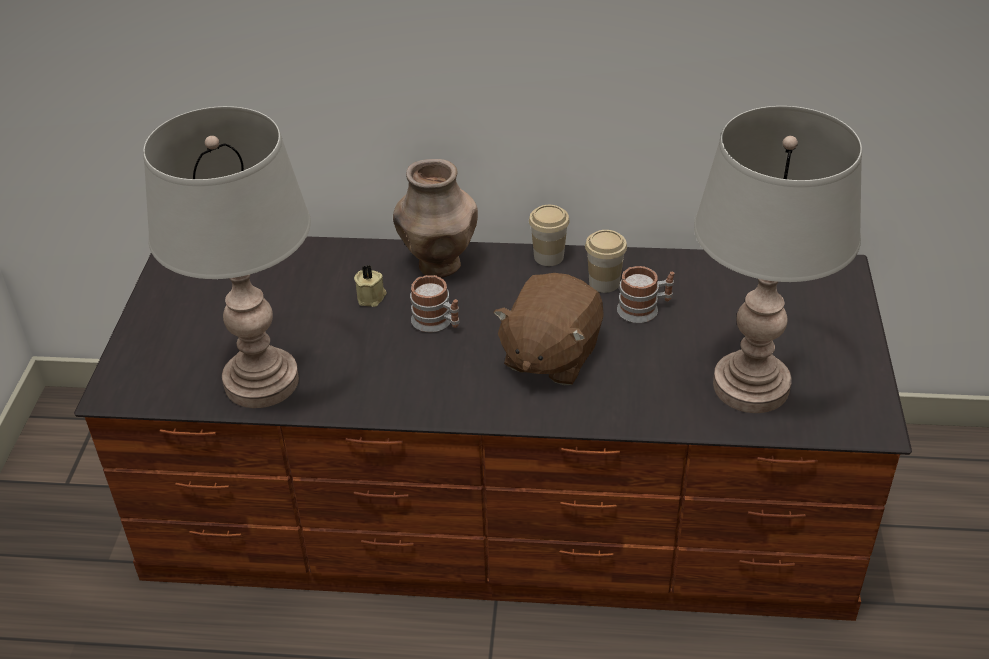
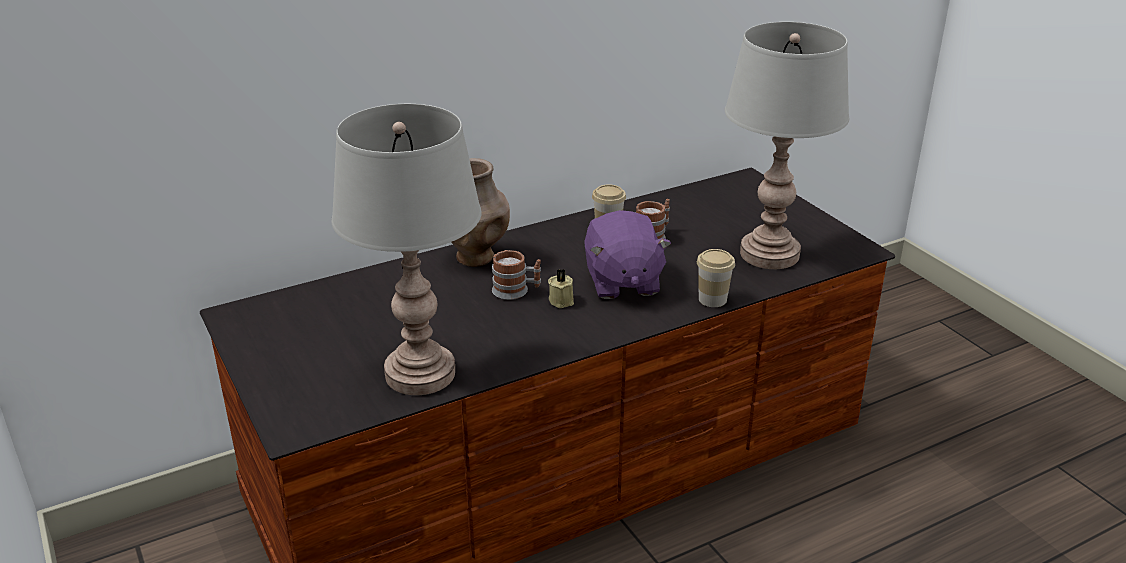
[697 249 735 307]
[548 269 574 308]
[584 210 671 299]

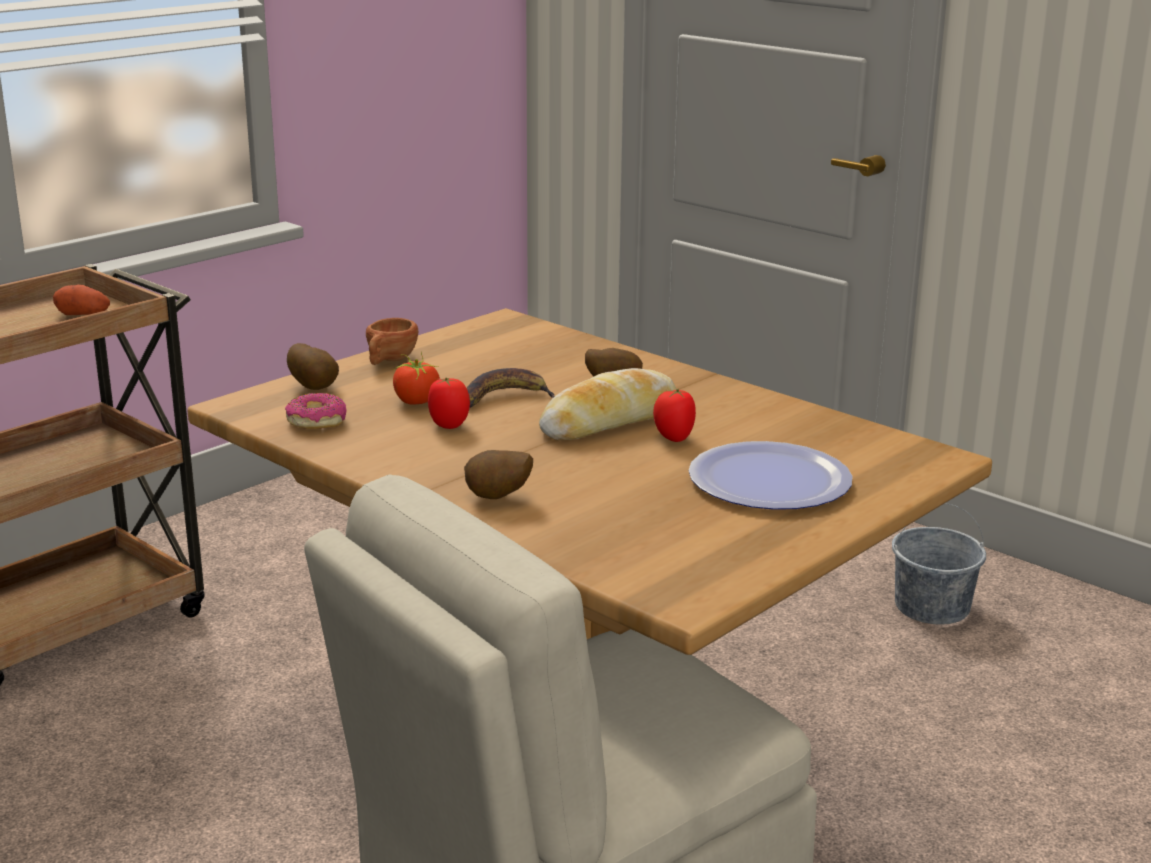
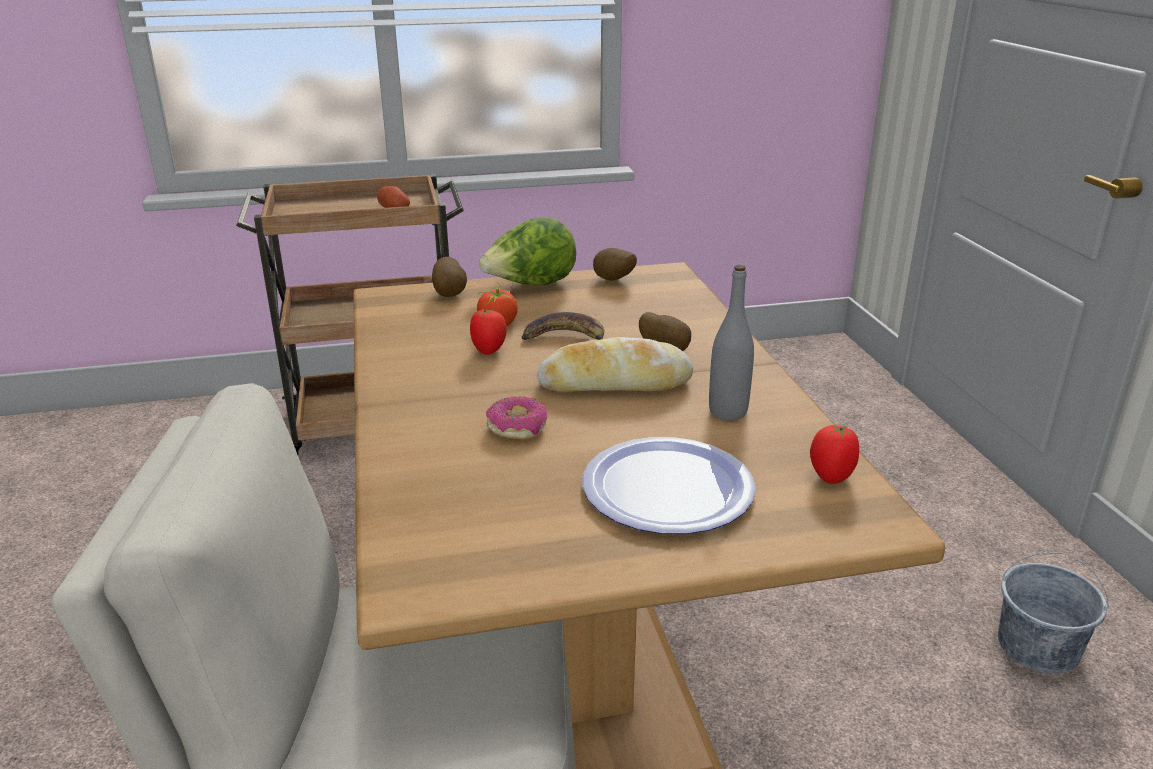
[479 218 576 286]
[810 425 859 484]
[486 396 547 440]
[593 248 637 281]
[709 265 754 420]

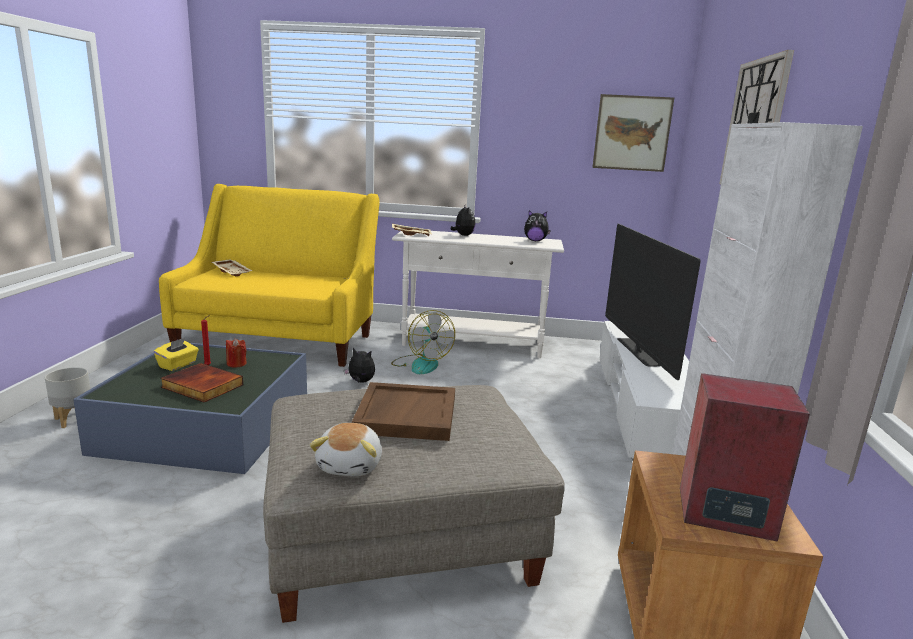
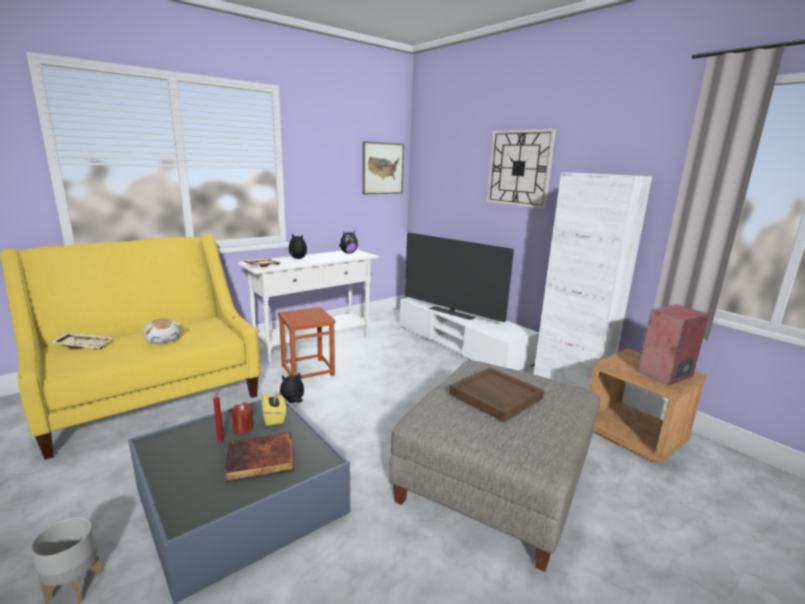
[278 307 335 379]
[261 390 286 426]
[143 318 181 344]

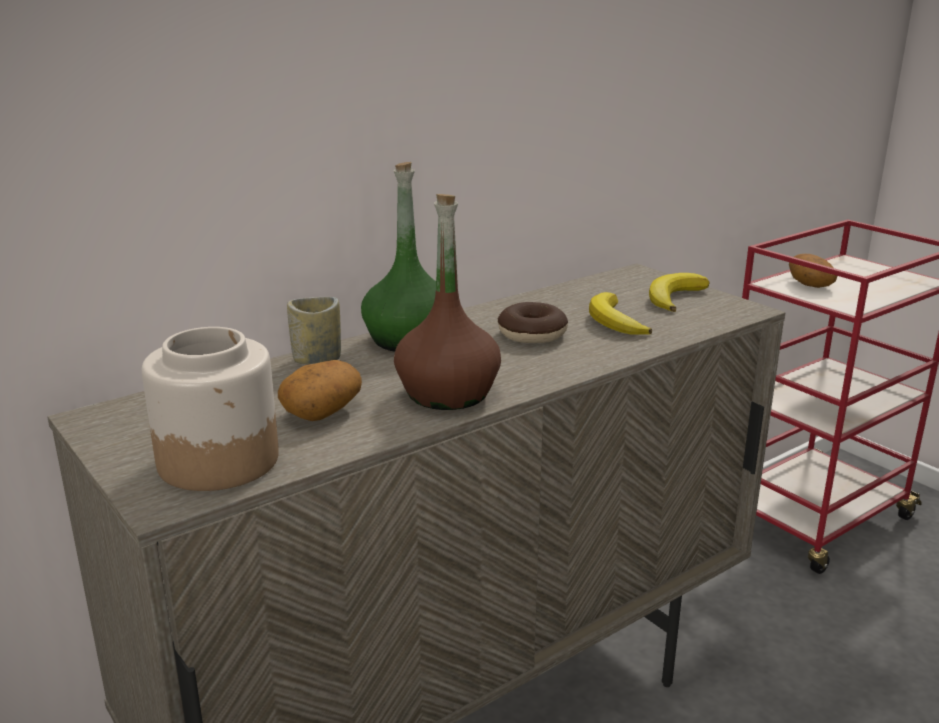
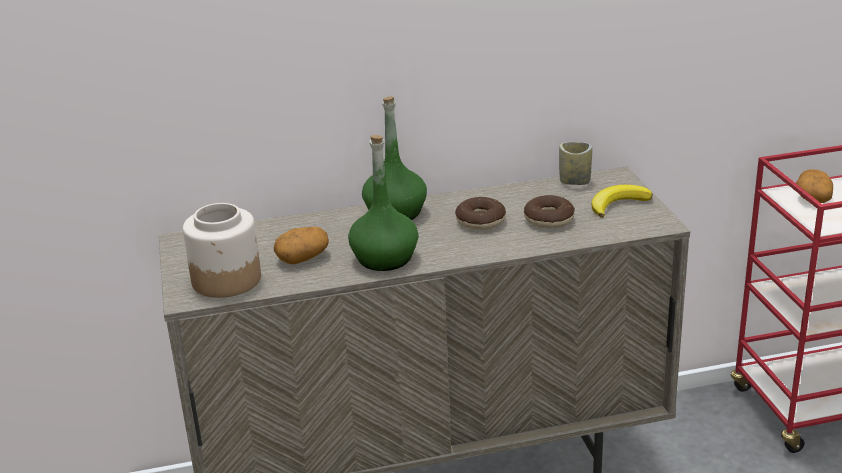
[348 135 419 271]
[524 195 575 228]
[559 142 592 185]

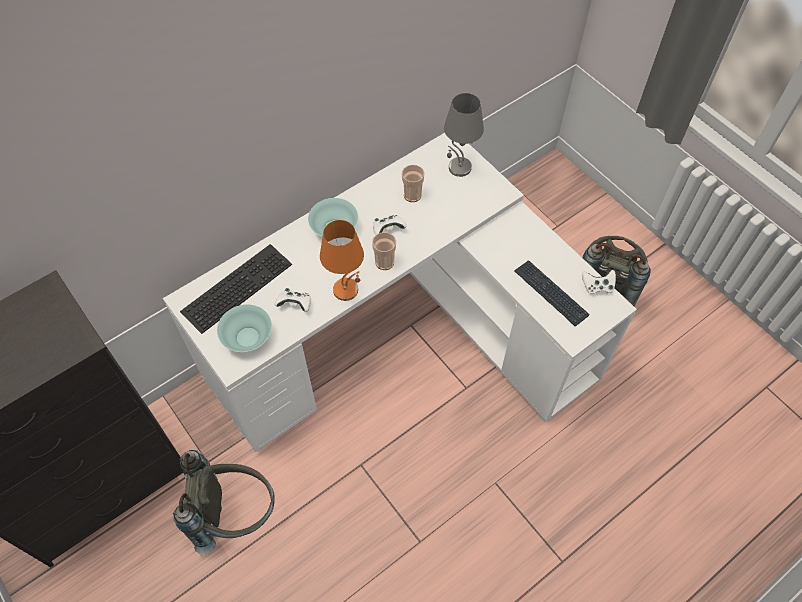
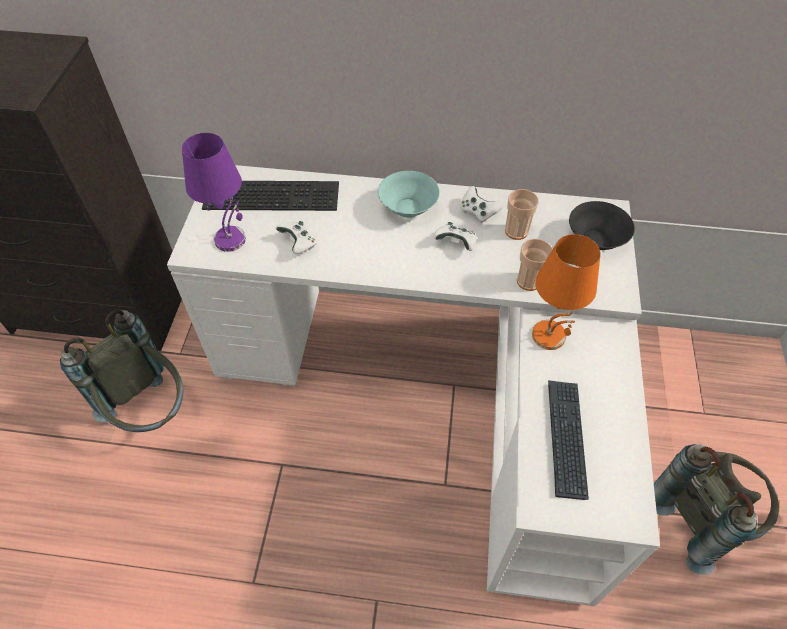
[569 201 635 250]
[532 234 601 350]
[517 239 553 291]
[460 186 503 223]
[182 133 246 252]

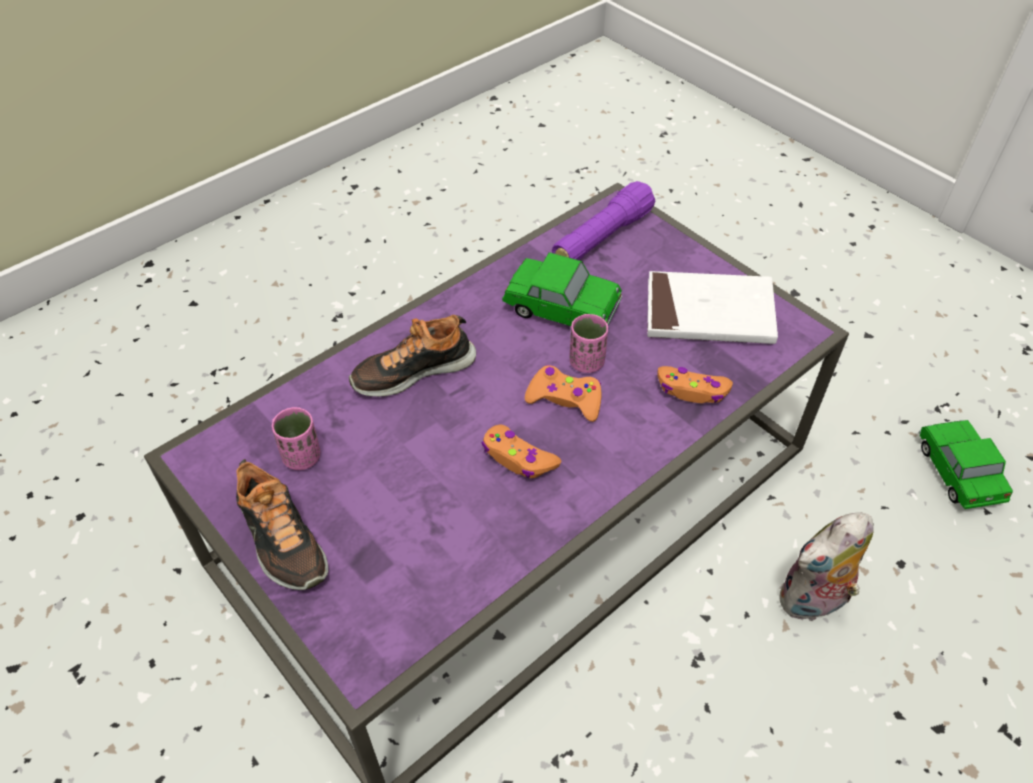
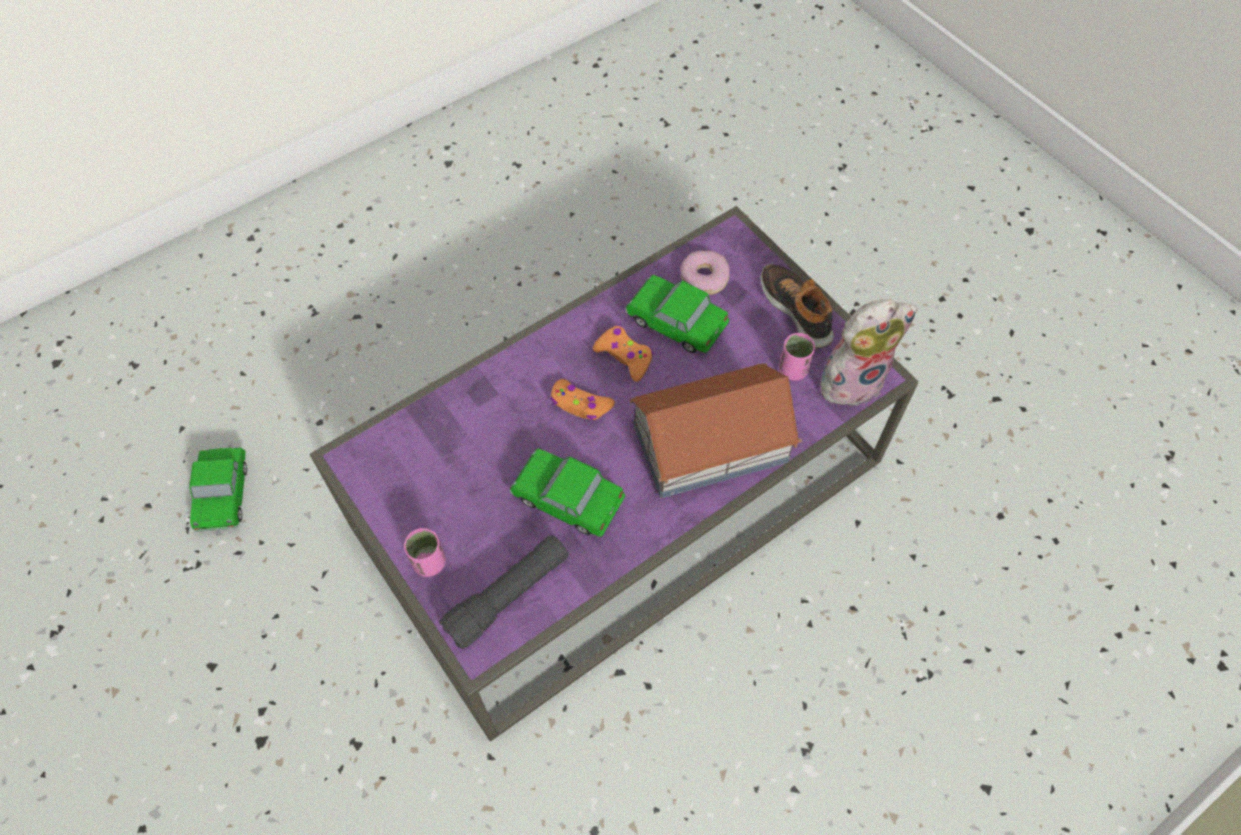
[439 535 568 649]
[647 271 778 344] (first image)
[404 528 446 577]
[630 363 802 498]
[657 366 733 403] (first image)
[821 299 918 406]
[680 251 730 295]
[625 275 729 353]

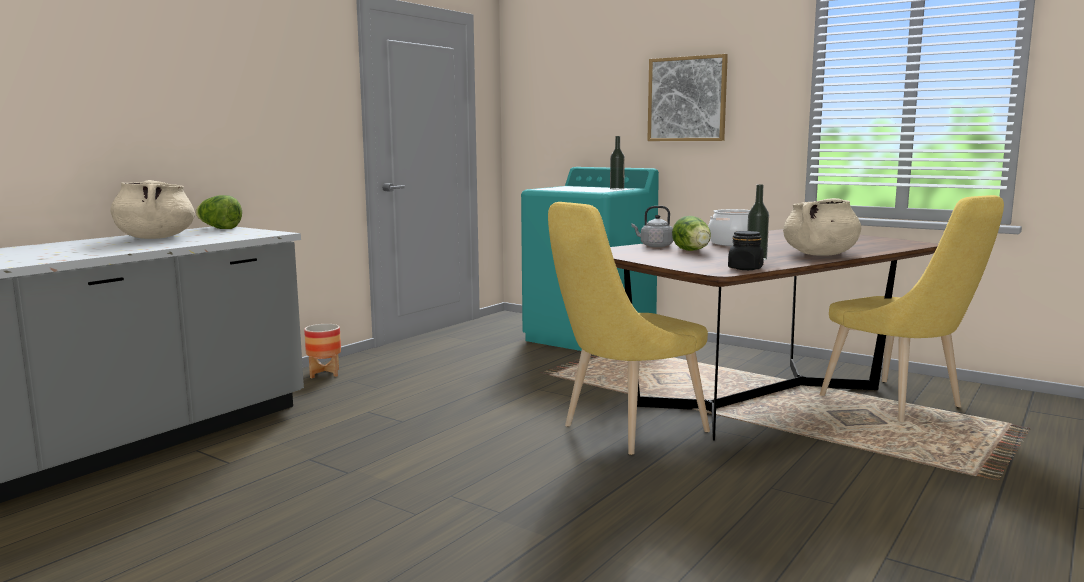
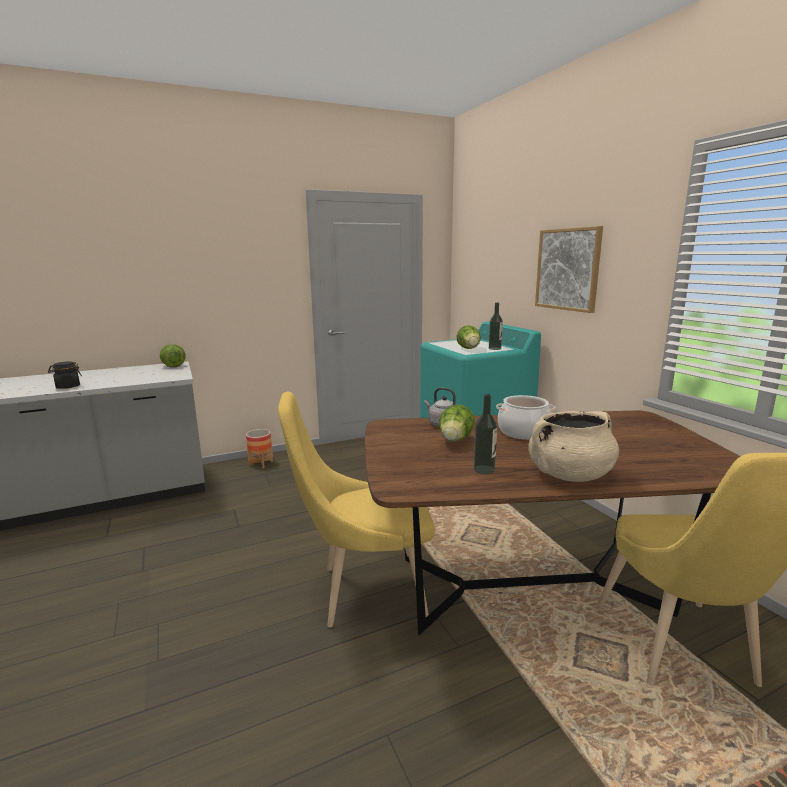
[110 180 195 239] (first image)
[48 361 82 389]
[457 325 481 349]

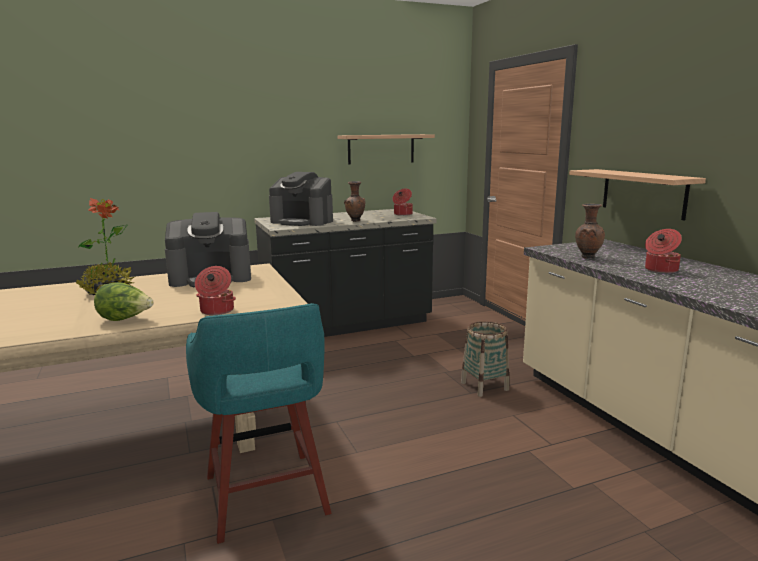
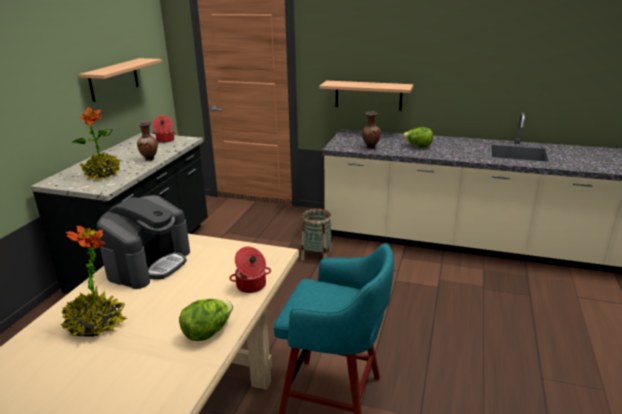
[72 107 121 181]
[403 127 433 147]

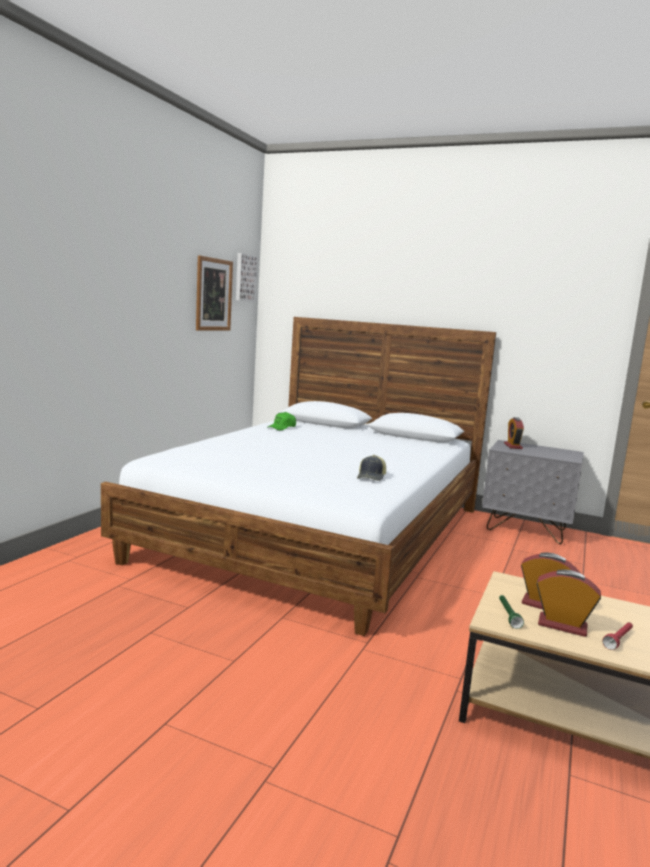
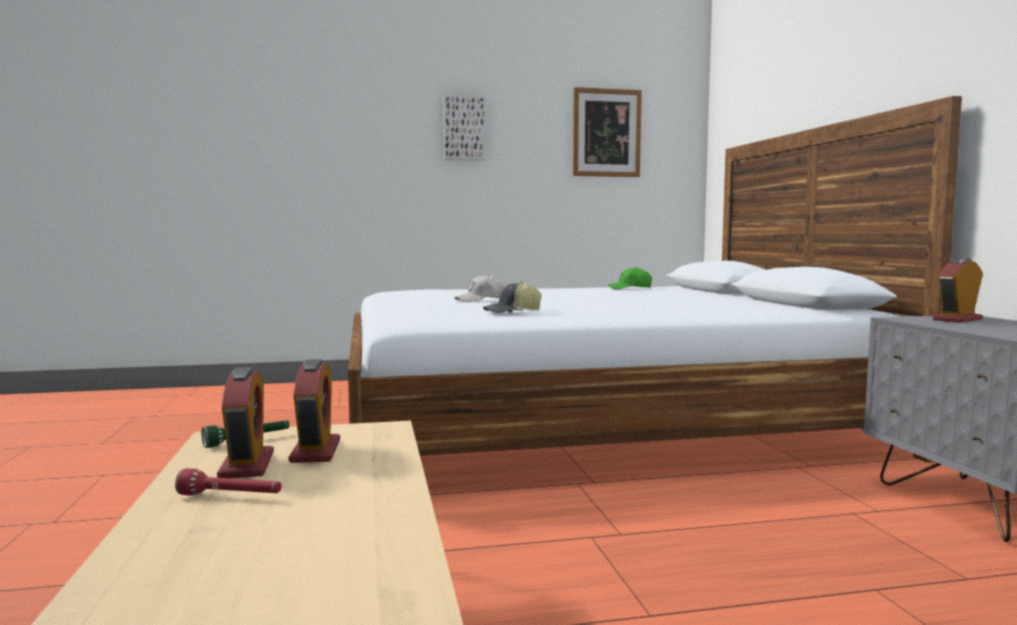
[443 95 485 160]
[455 274 506 302]

